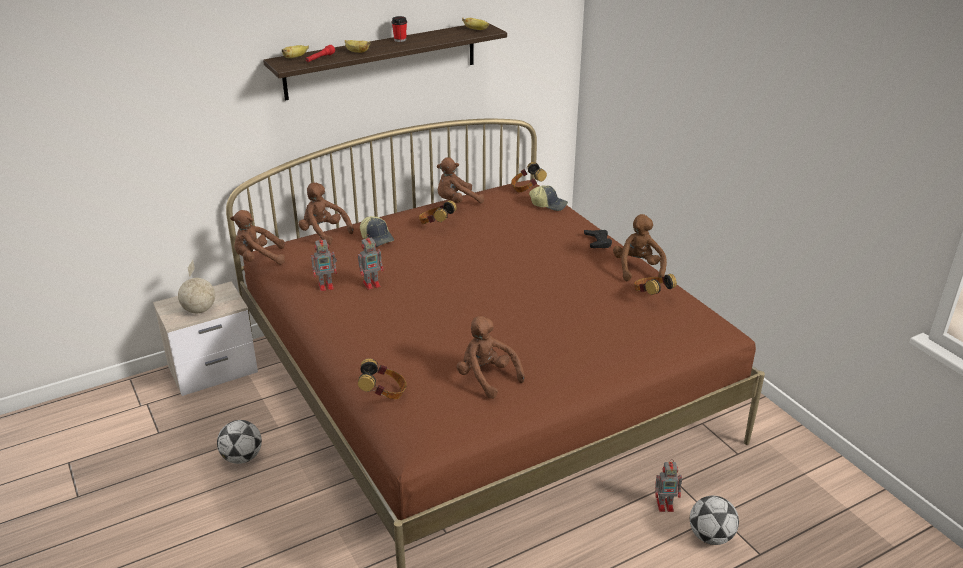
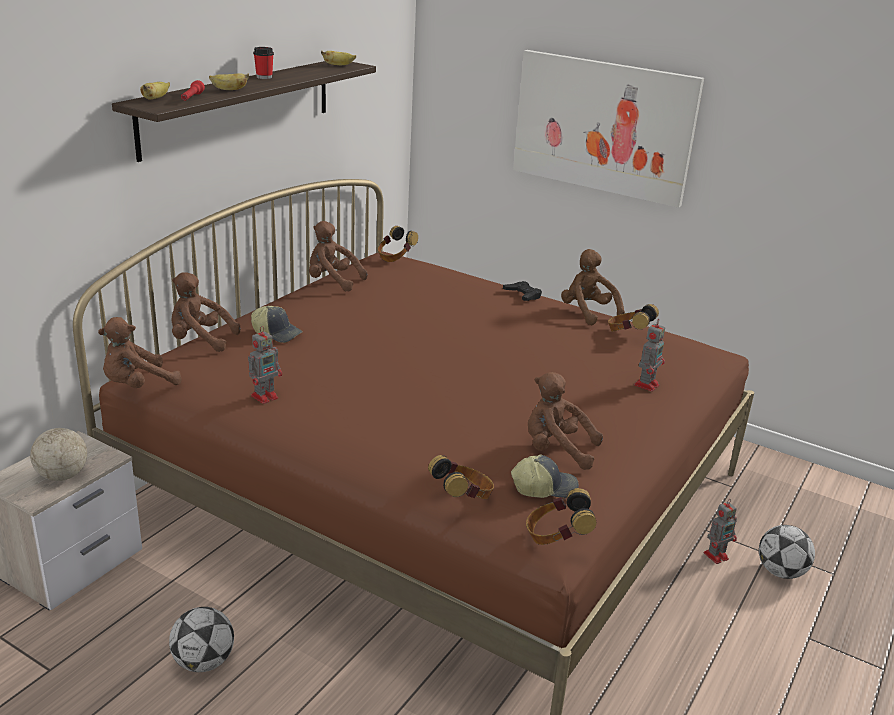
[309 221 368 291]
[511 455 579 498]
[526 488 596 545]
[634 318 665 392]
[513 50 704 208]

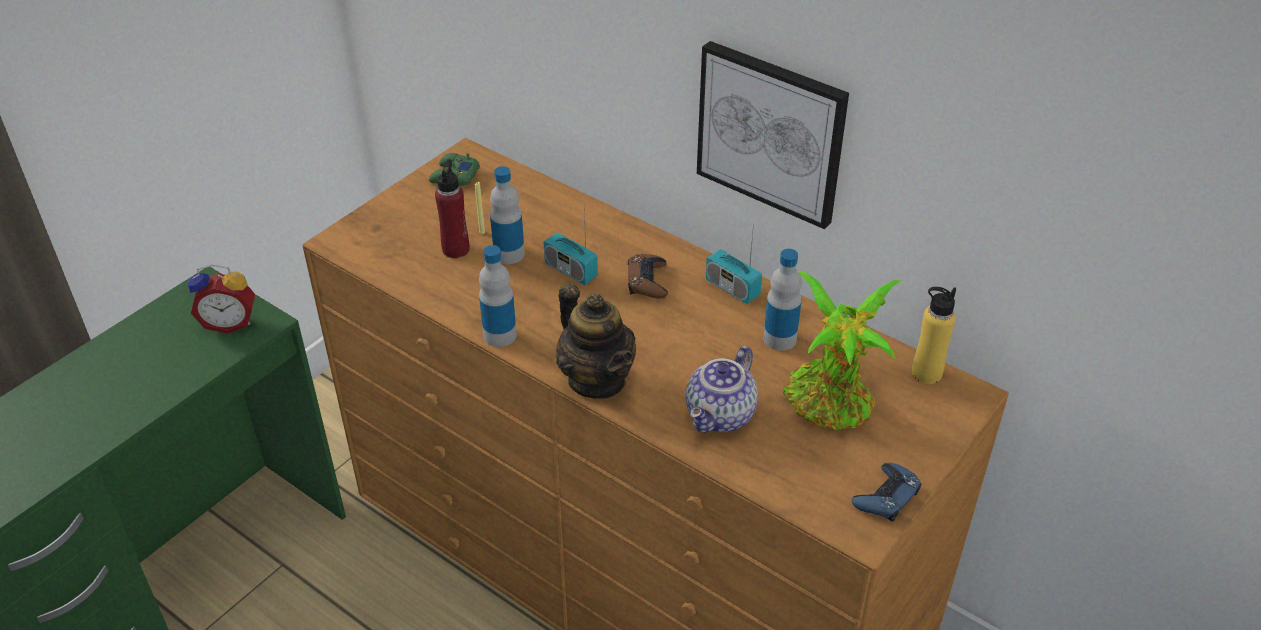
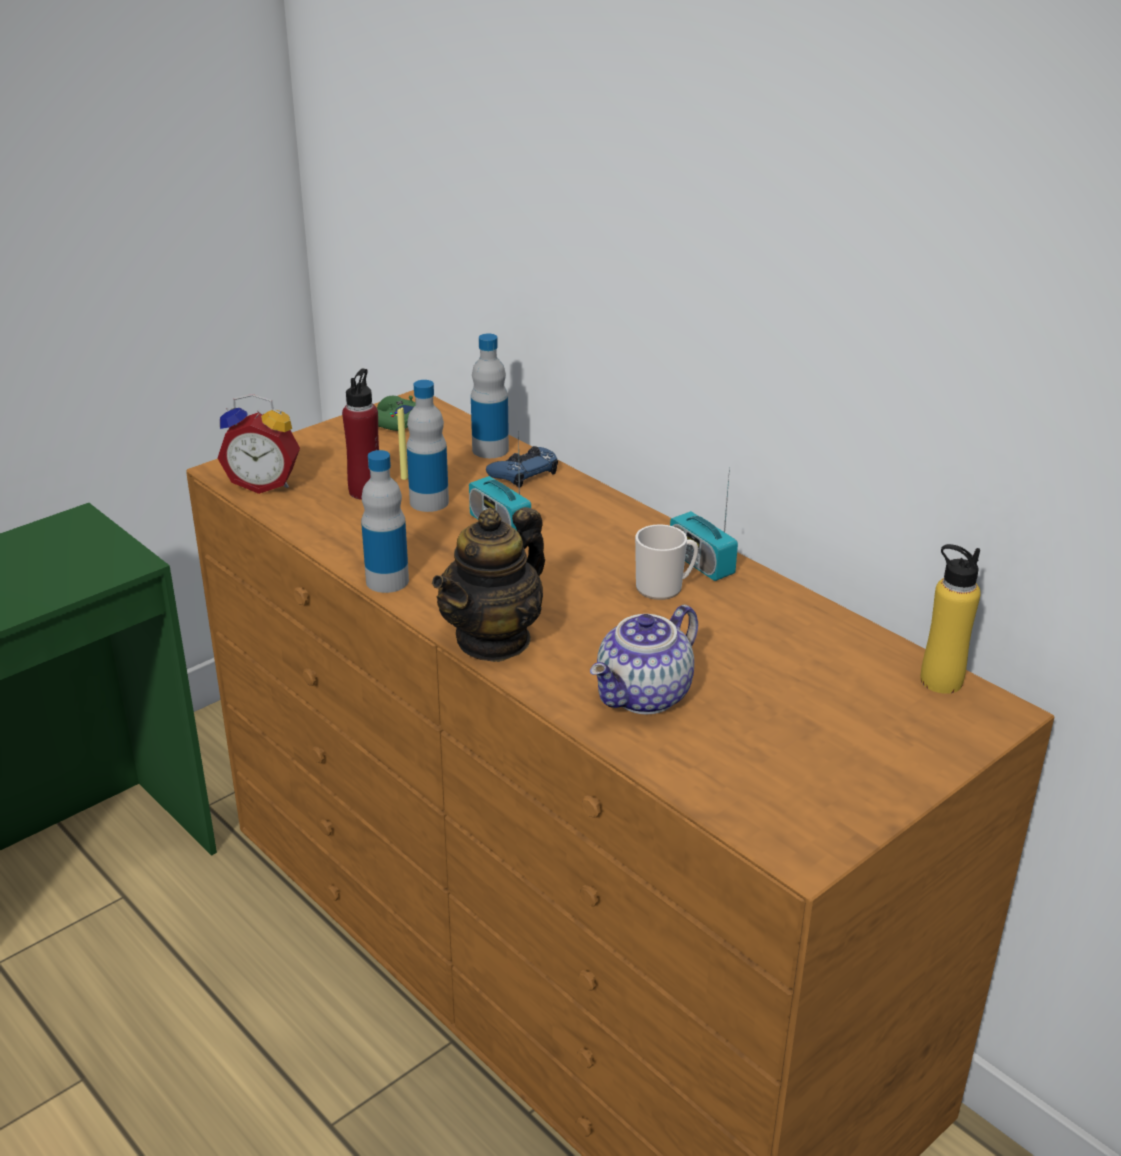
[697 41 849 229] (first image)
[471 333 509 458]
[628 254 668 299] (first image)
[218 394 300 494]
[783 271 903 430] (first image)
[432 507 545 662]
[486 446 558 487]
[635 524 699 600]

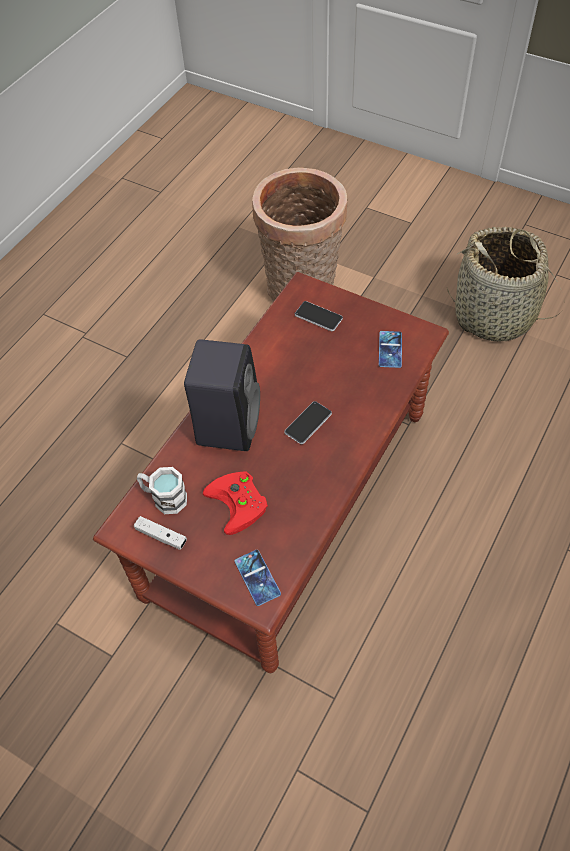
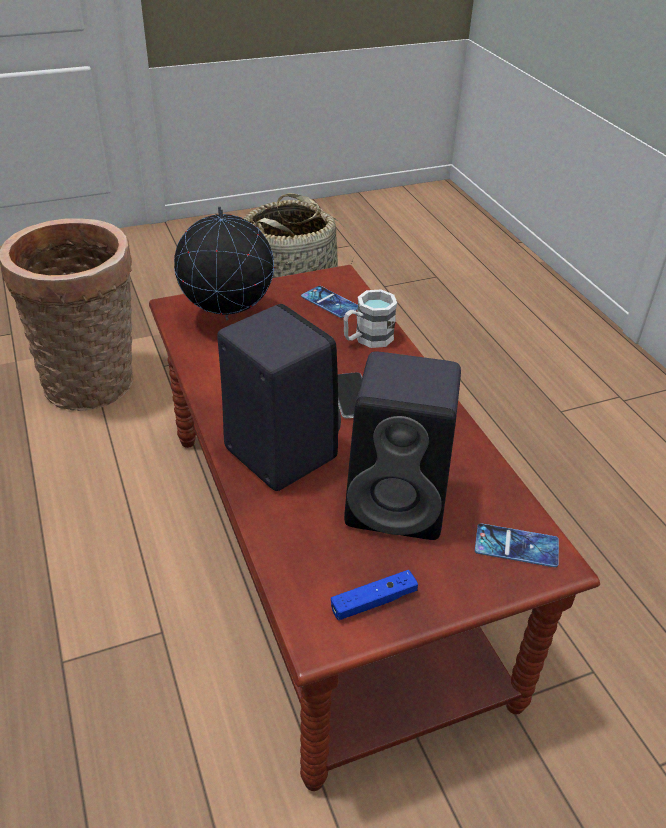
[174 206 274 320]
[343 290 397 348]
[344 351 461 540]
[331 570 418 620]

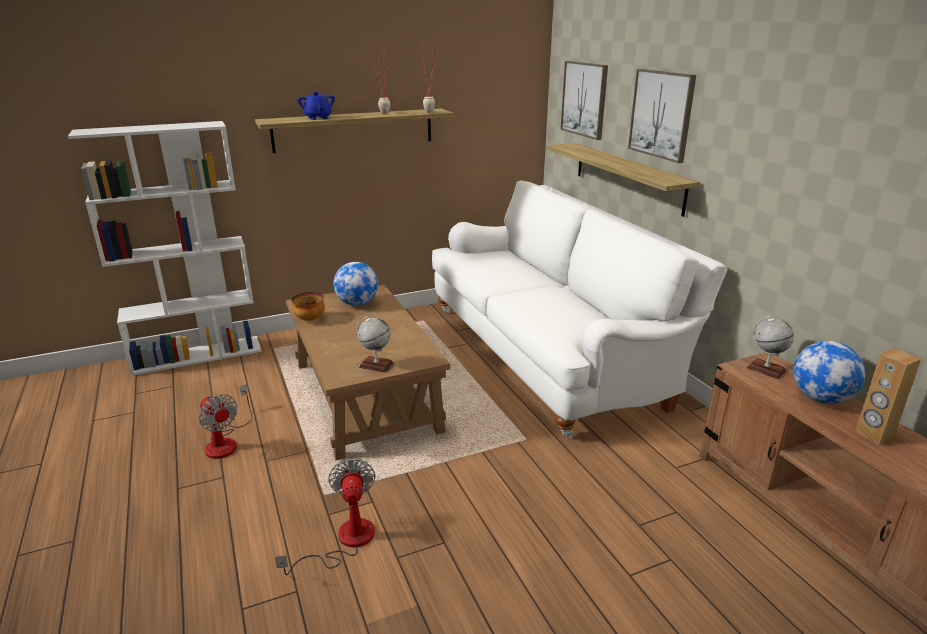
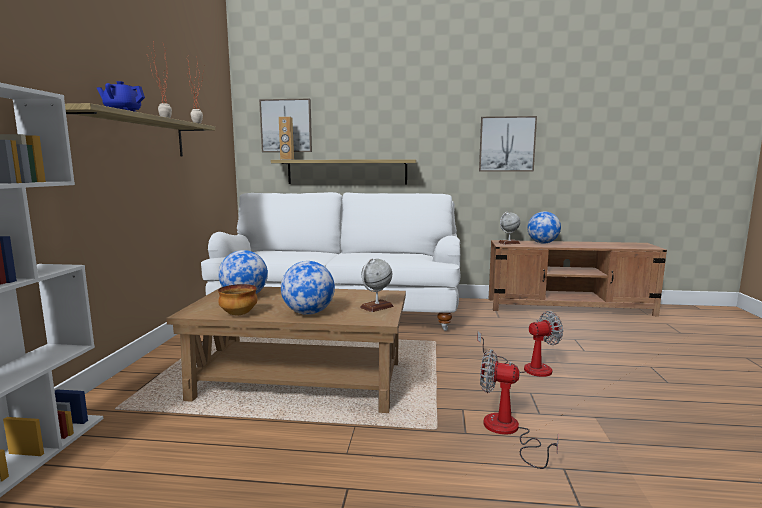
[479 116 537 172]
[279 117 294 160]
[477 311 563 377]
[281 261 335 315]

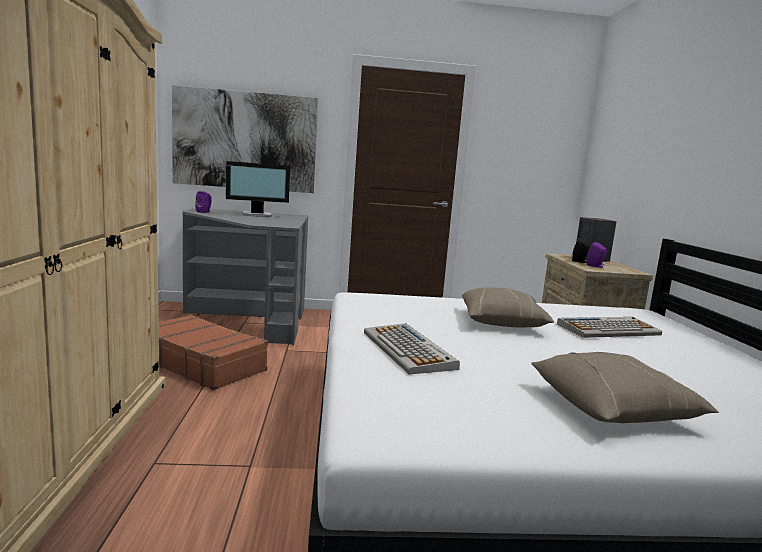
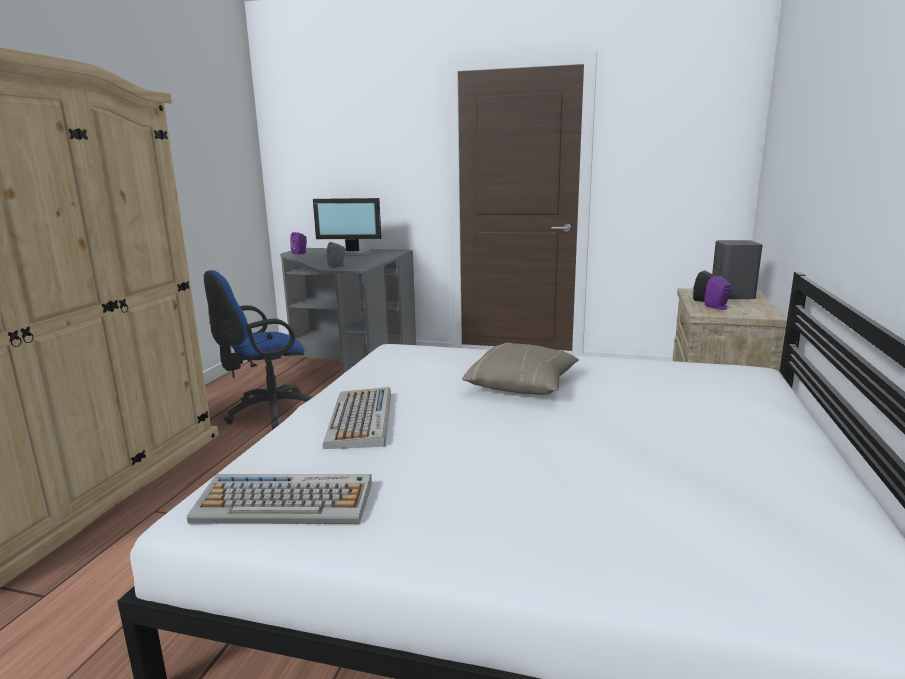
[172 85 318 193] (first image)
[204 270 313 429]
[187 474 372 524]
[531 352 719 423] (first image)
[327 242 345 268]

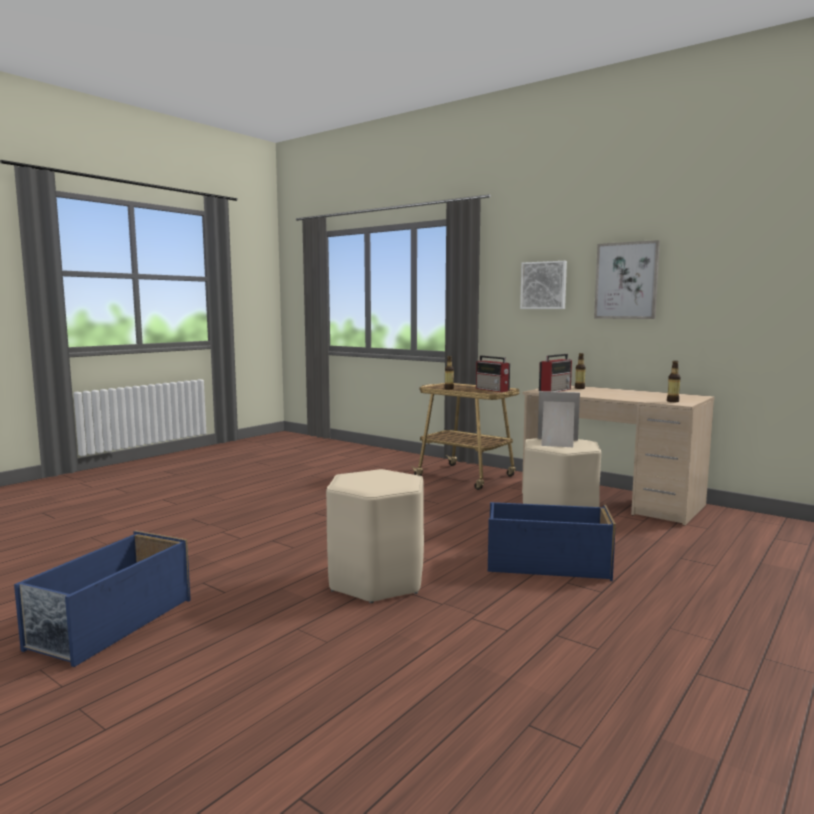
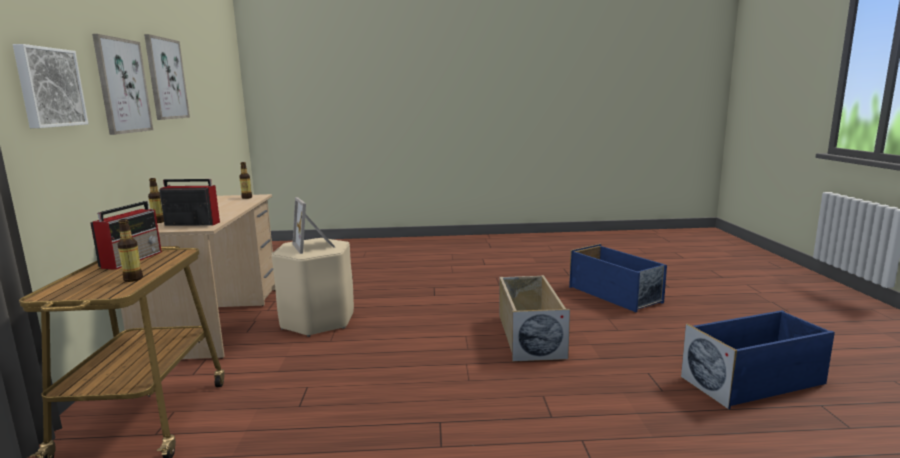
[500 275 570 361]
[569 244 667 312]
[144 34 190 120]

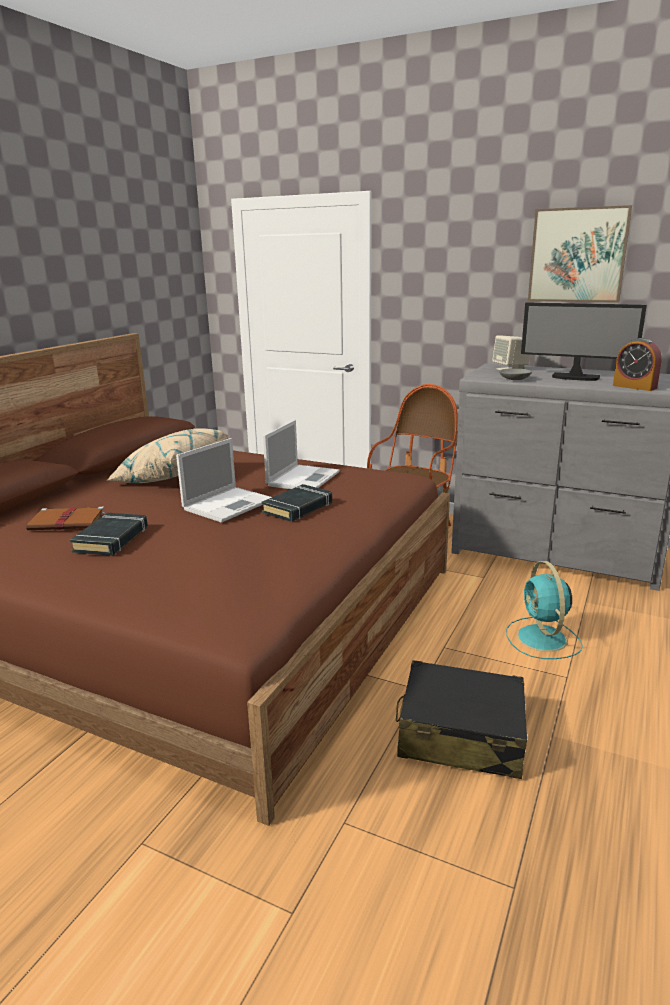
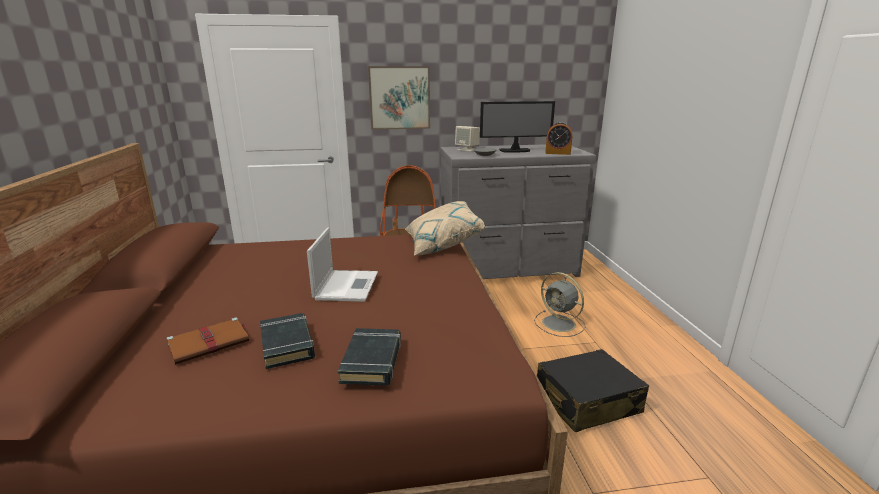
[368 66 430 130]
[263 420 340 489] (first image)
[405 201 485 256]
[338 328 401 386]
[534 272 585 337]

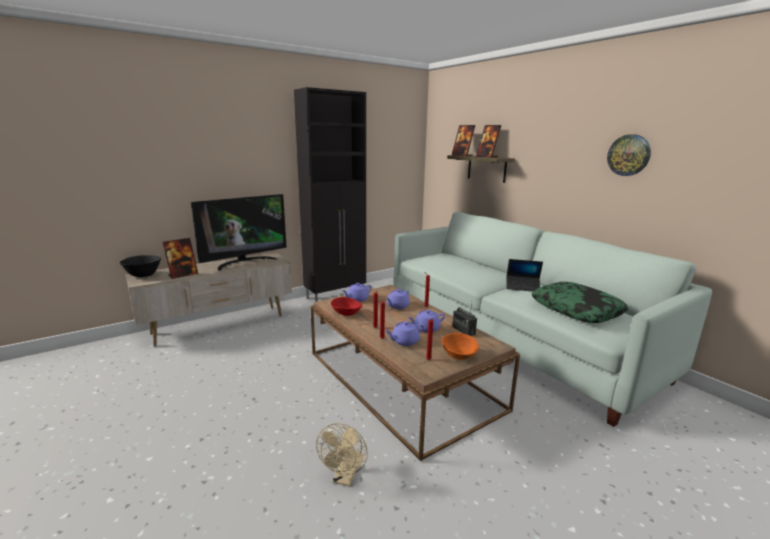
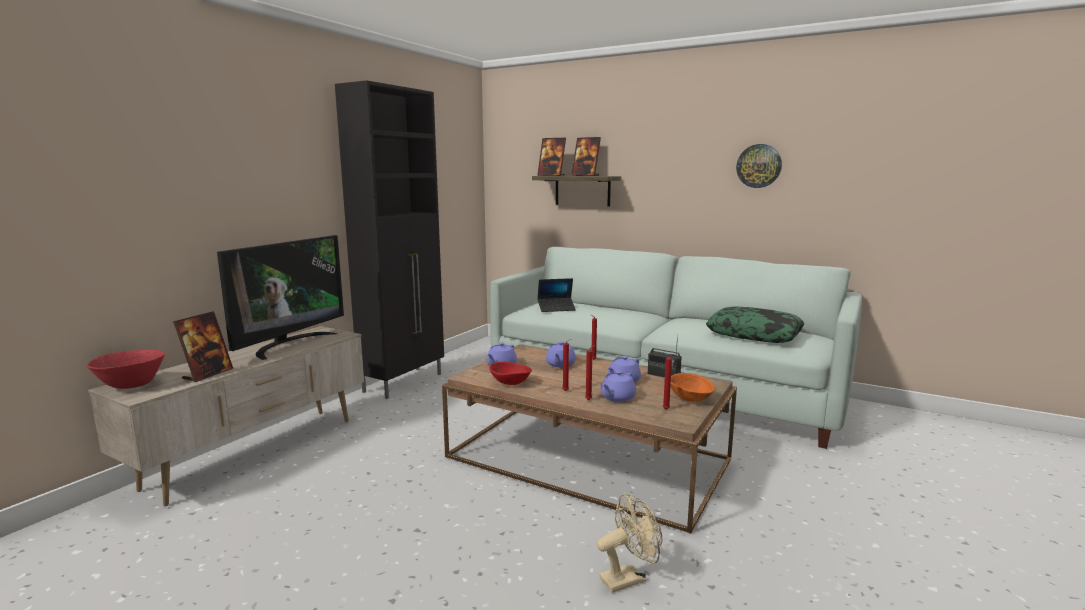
[86 350 165 389]
[537 278 576 312]
[597 493 662 593]

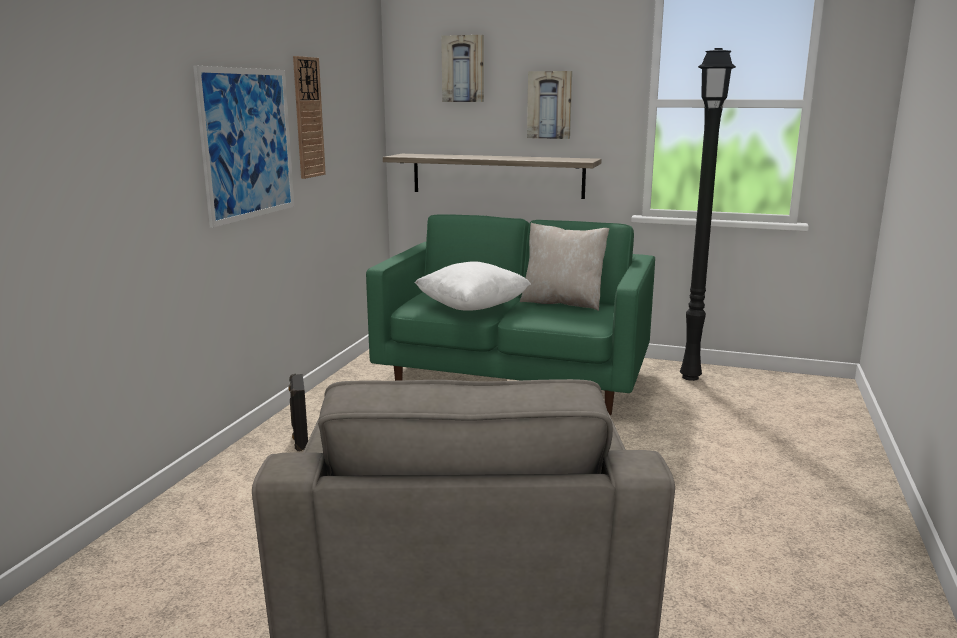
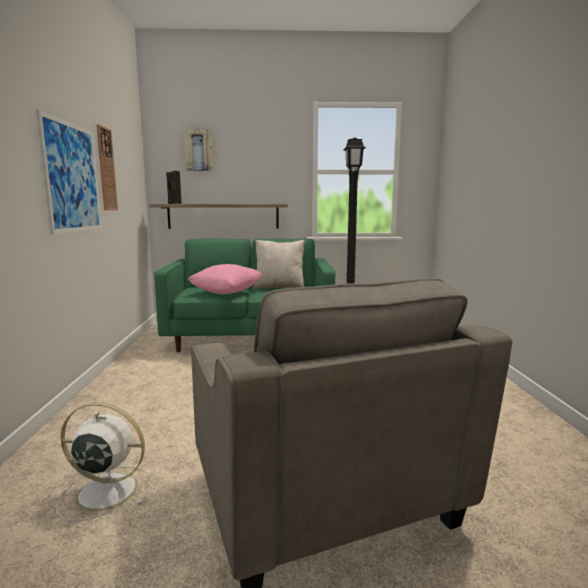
[527 71 572 139] (first image)
[187 264 263 294]
[166 171 182 204]
[57 402 151 521]

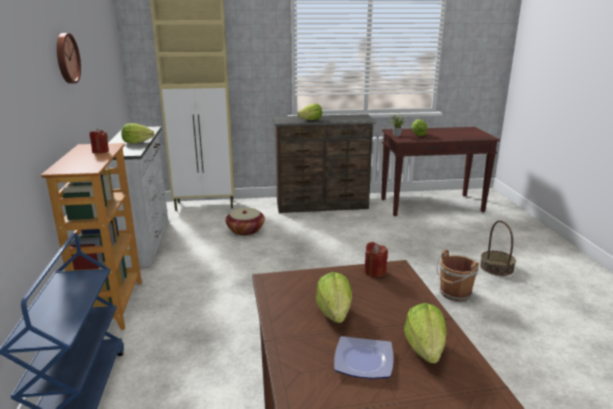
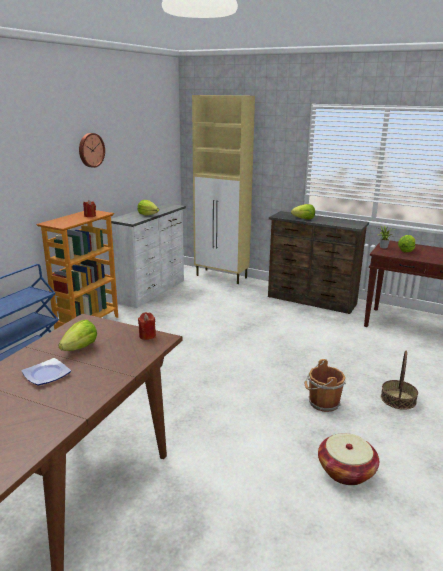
[318 433 379 485]
[404 303 446 363] (first image)

